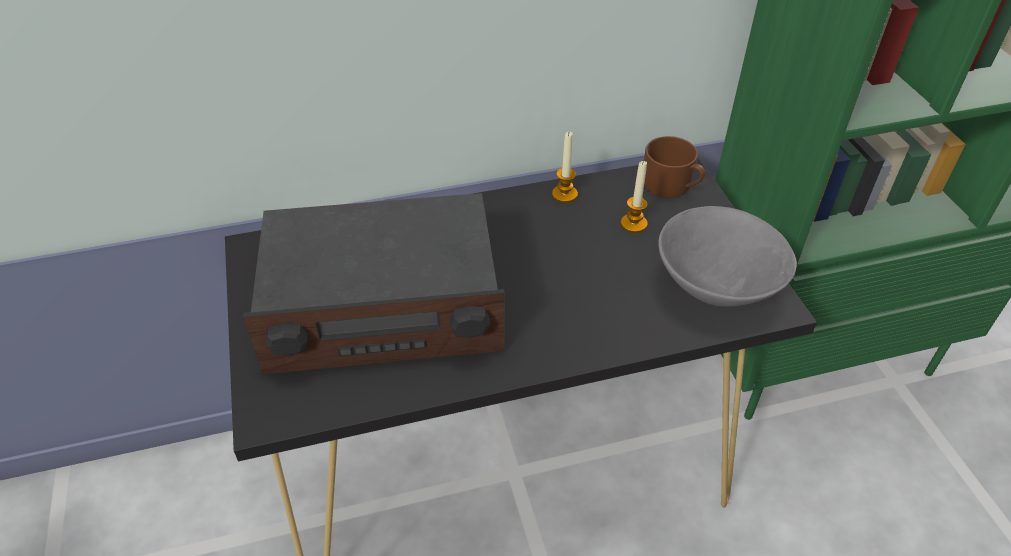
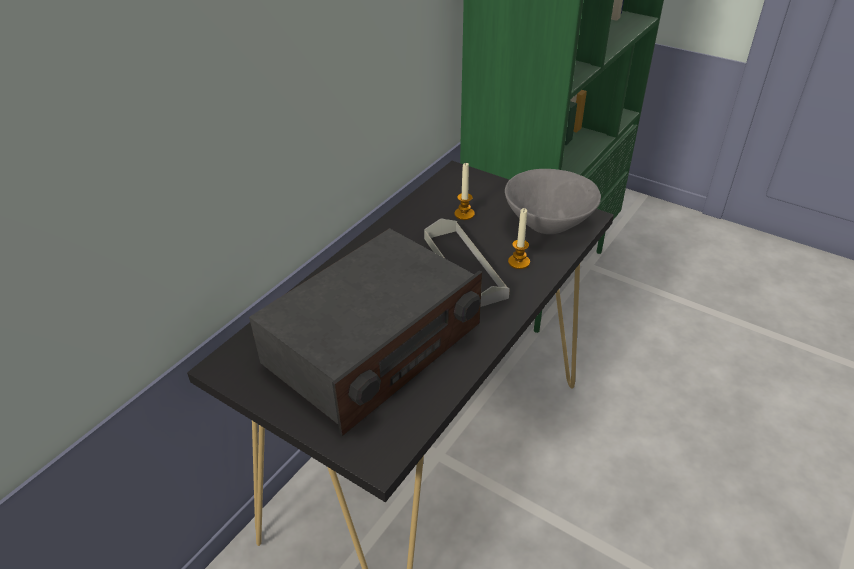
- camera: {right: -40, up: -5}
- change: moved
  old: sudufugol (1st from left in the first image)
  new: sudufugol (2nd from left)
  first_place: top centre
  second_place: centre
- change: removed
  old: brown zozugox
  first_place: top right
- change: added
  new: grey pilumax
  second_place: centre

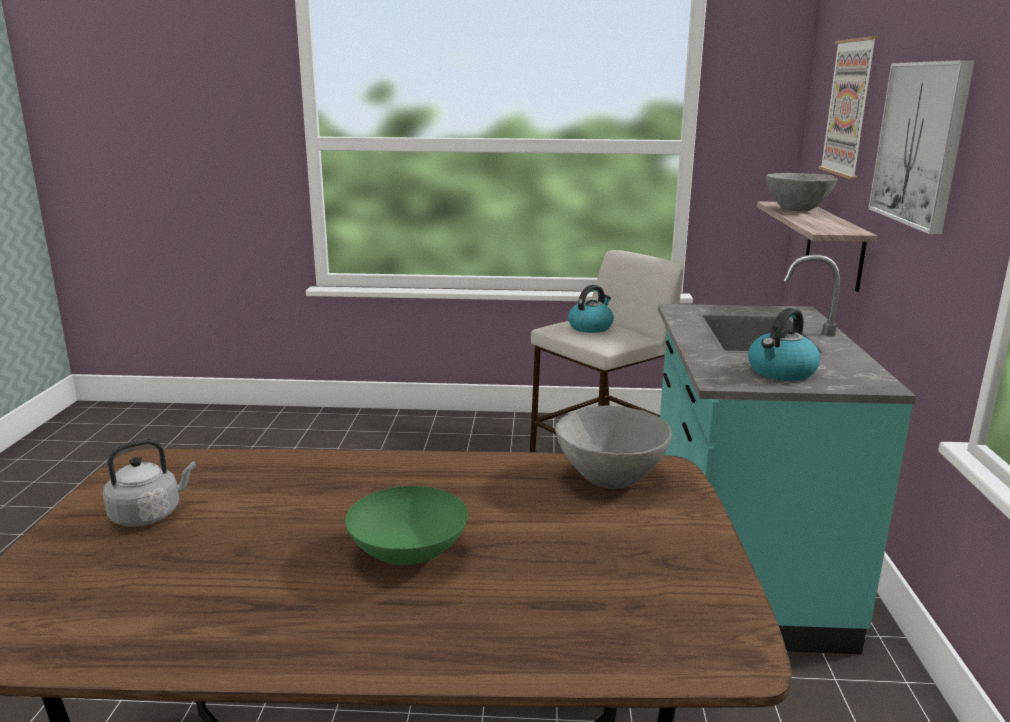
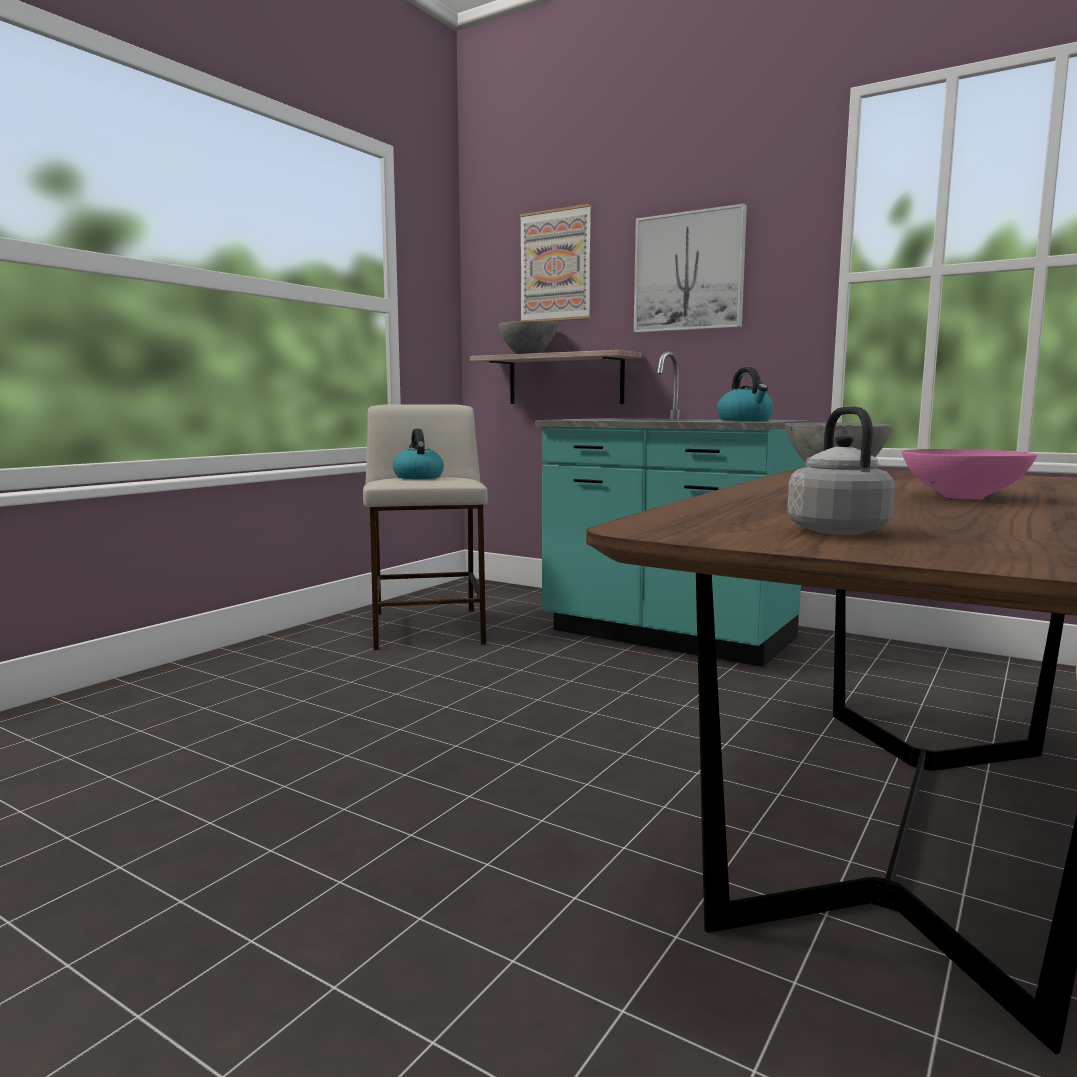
- camera: {right: -60, up: -10}
- change: recoloured
  old: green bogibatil
  new: pink bogibatil
  first_place: bottom centre
  second_place: middle right

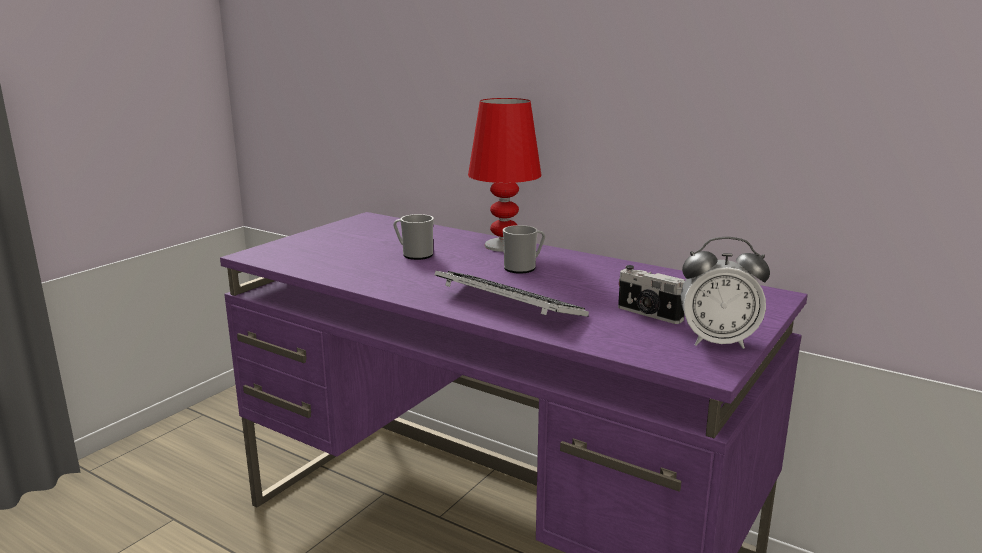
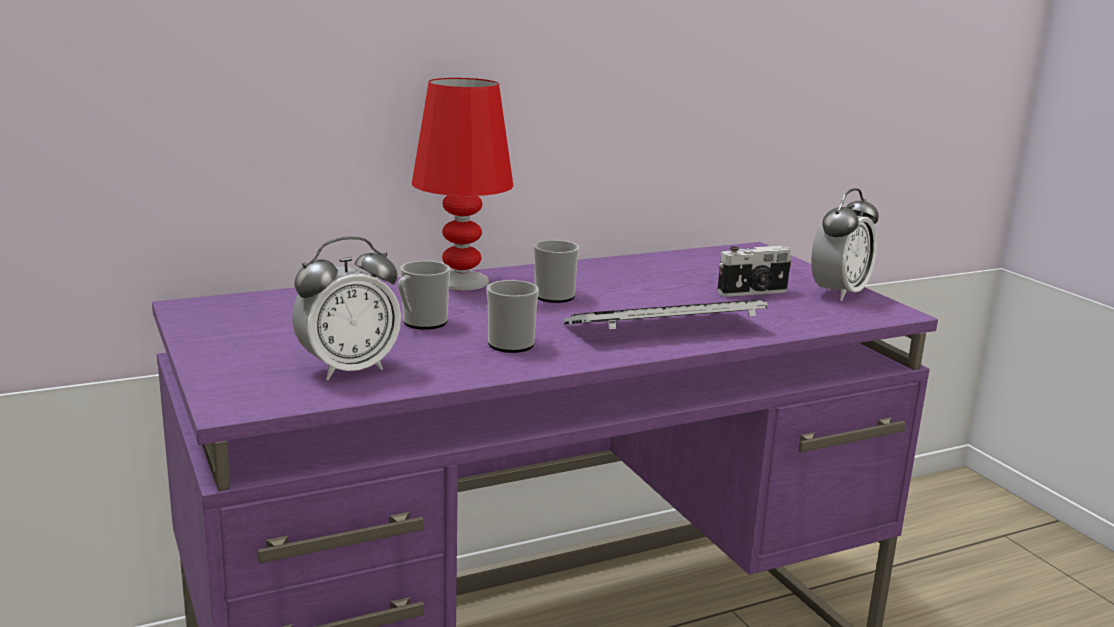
- camera: {right: -60, up: 0}
- change: added
  new: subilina (1st from left)
  second_place: middle left
- change: added
  new: zozugox (2nd from left)
  second_place: centre

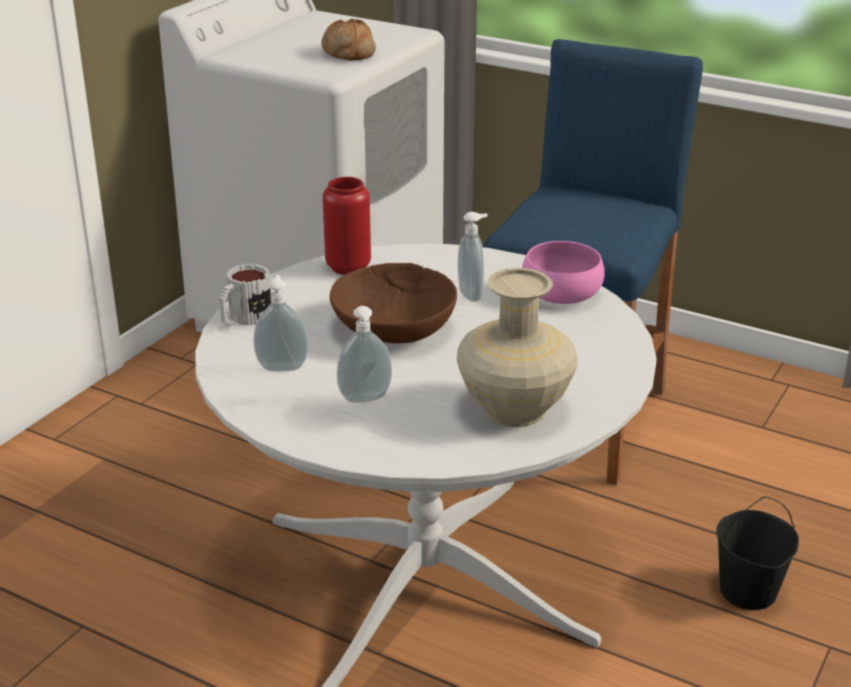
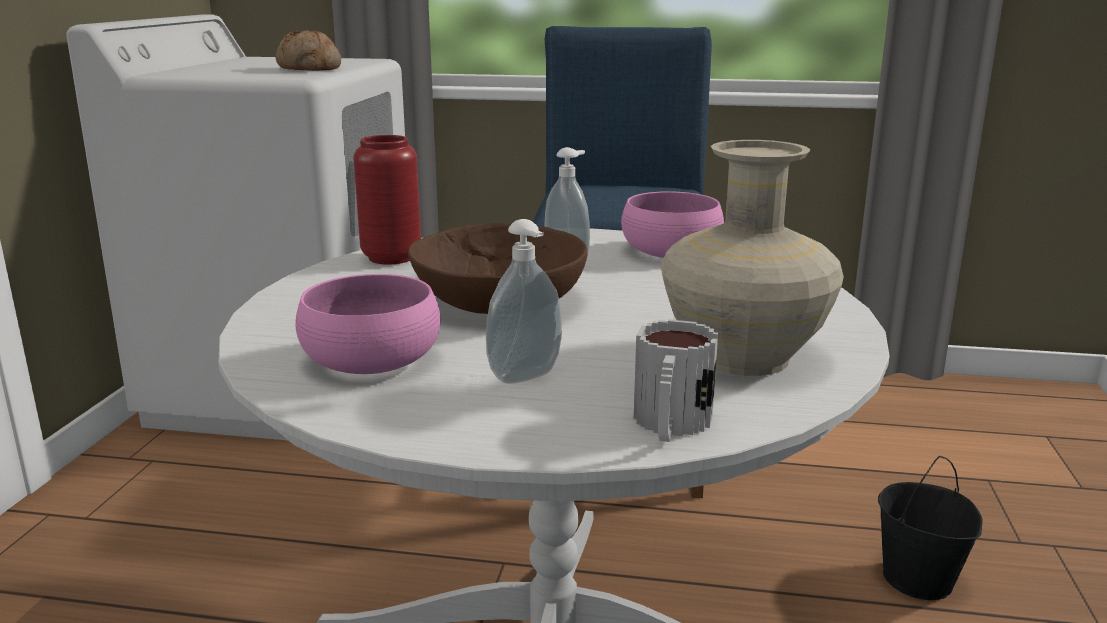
- camera: {right: -20, up: -10}
- change: moved
  old: zozugox
  first_place: middle left
  second_place: centre
- change: replaced
  old: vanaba (1st from left)
  new: pink bogibatil (1st from left)
  first_place: middle left
  second_place: middle left

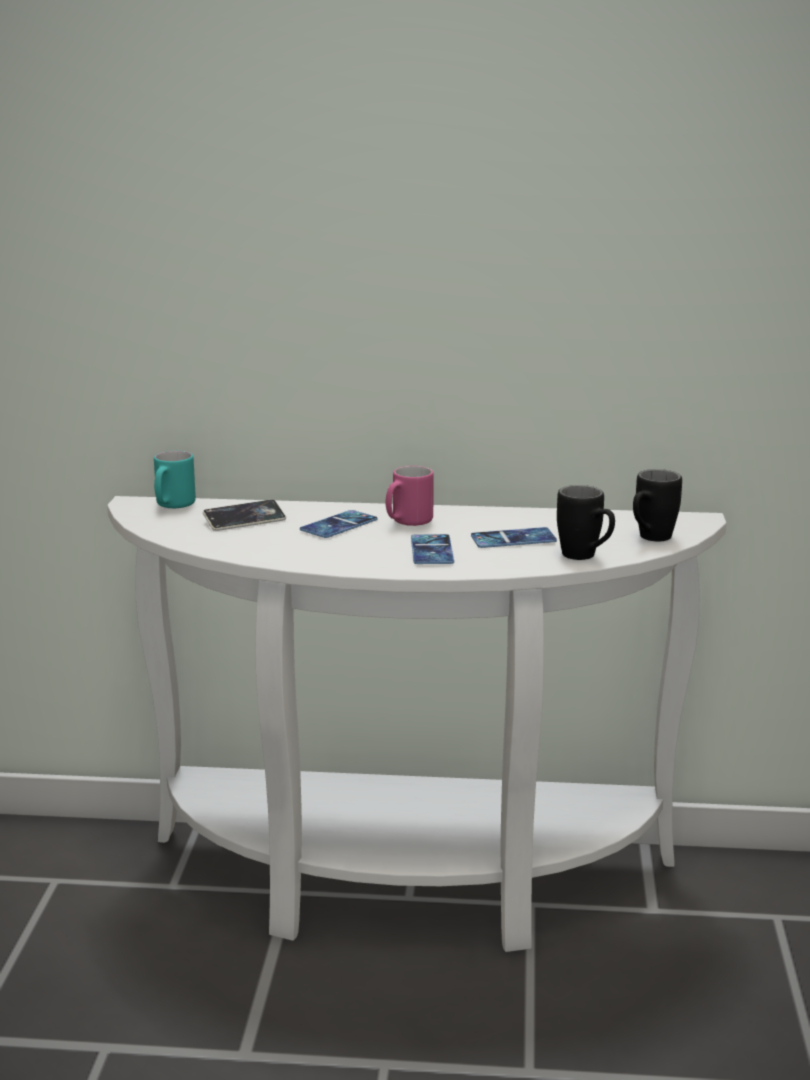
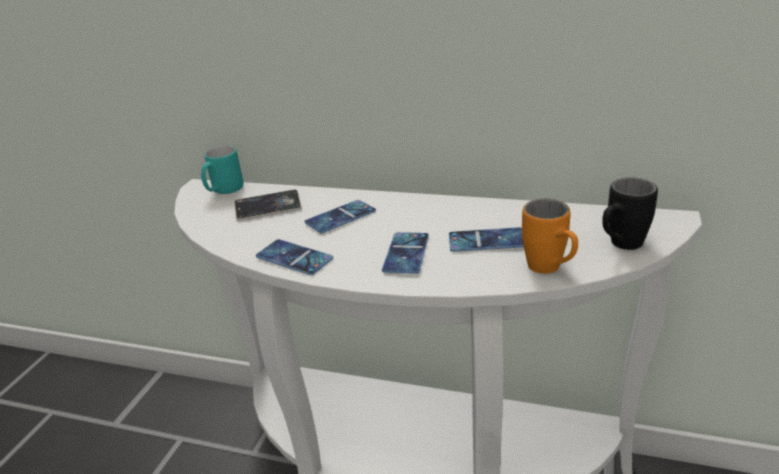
- camera: {right: 15, up: 10}
- change: removed
  old: pink zozugox
  first_place: centre
- change: recoloured
  old: black zozugox (1st from left)
  new: orange zozugox
  first_place: middle right
  second_place: middle right
- change: added
  new: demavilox (2nd from left)
  second_place: centre

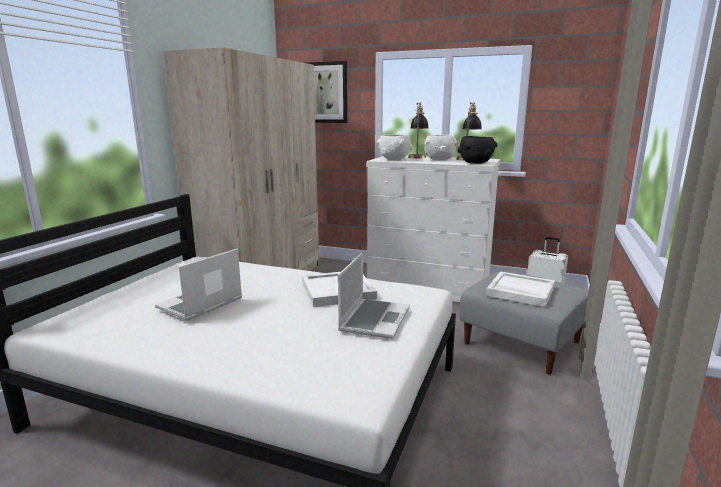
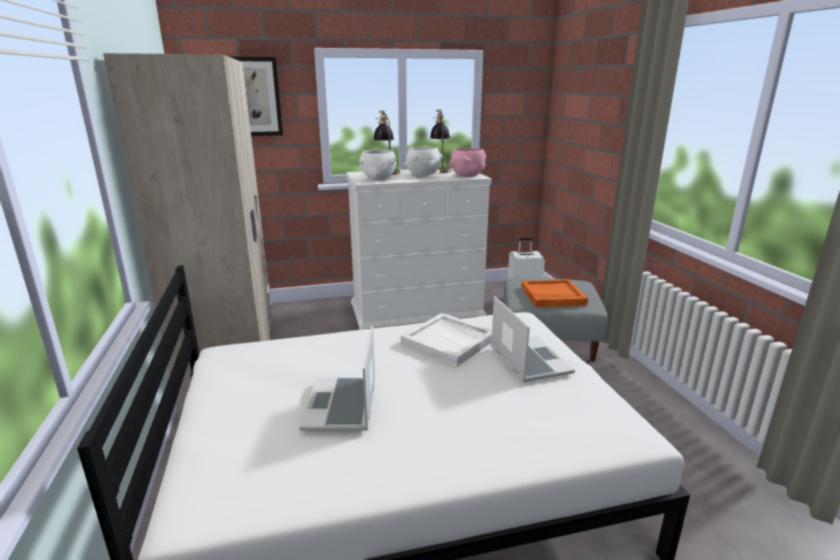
- camera: {right: -35, up: 5}
- change: recoloured
  old: black bogibatil
  new: pink bogibatil
  first_place: top centre
  second_place: top centre
- change: recoloured
  old: white pilumax (2nd from left)
  new: orange pilumax
  first_place: middle right
  second_place: centre

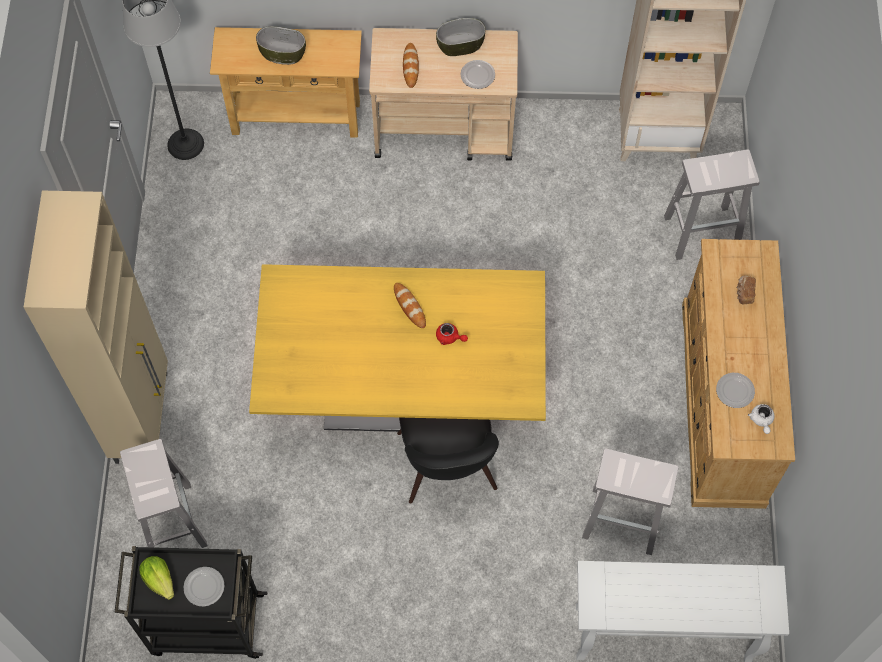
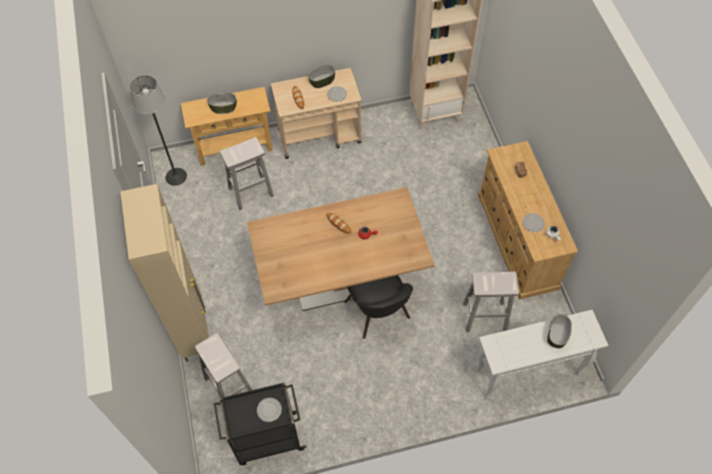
- camera: {right: -15, up: -5}
- change: removed
  old: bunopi
  first_place: bottom left
- change: recoloured
  old: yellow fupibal
  new: brown fupibal
  first_place: centre
  second_place: centre
- change: moved
  old: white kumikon (3rd from left in the first image)
  new: white kumikon (2nd from left)
  first_place: top right
  second_place: centre
- change: added
  new: bogibatil (3rd from left)
  second_place: bottom right

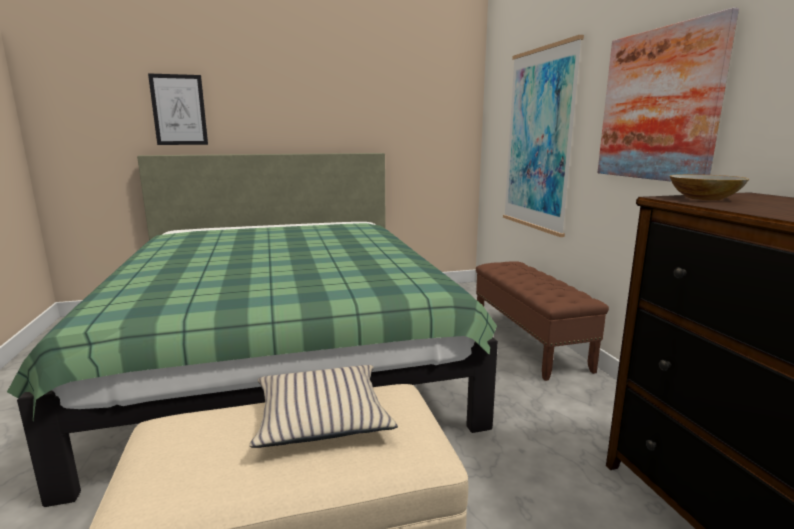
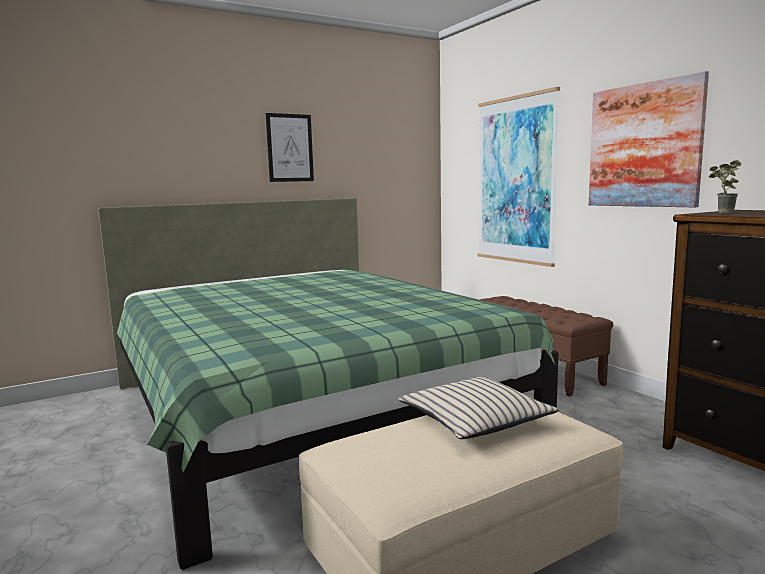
- camera: {right: -15, up: -5}
- change: moved
  old: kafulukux (1st from left)
  first_place: top left
  second_place: top centre
- change: replaced
  old: bogibatil
  new: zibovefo
  first_place: middle right
  second_place: top right

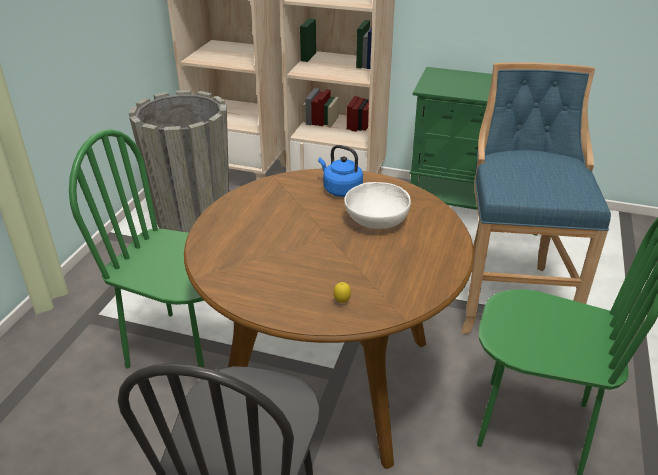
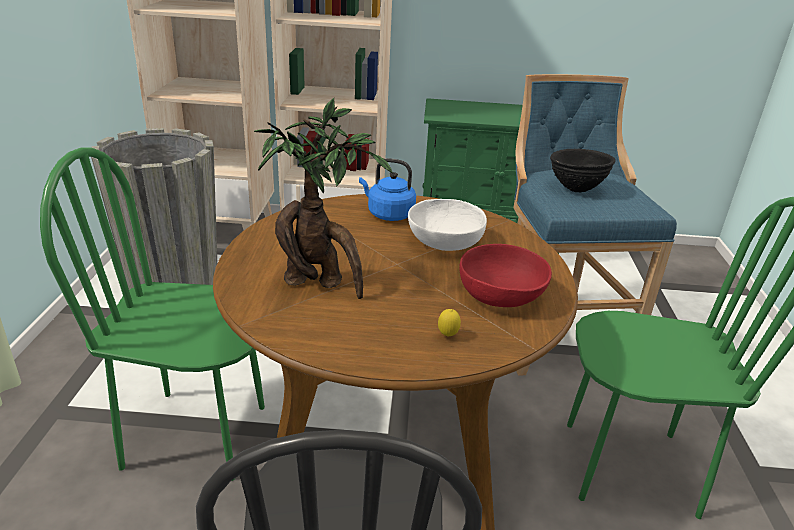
- camera: {right: -15, up: -5}
- change: added
  new: zibovefo
  second_place: centre
- change: added
  new: red bogibatil
  second_place: centre
- change: added
  new: black bogibatil
  second_place: top right

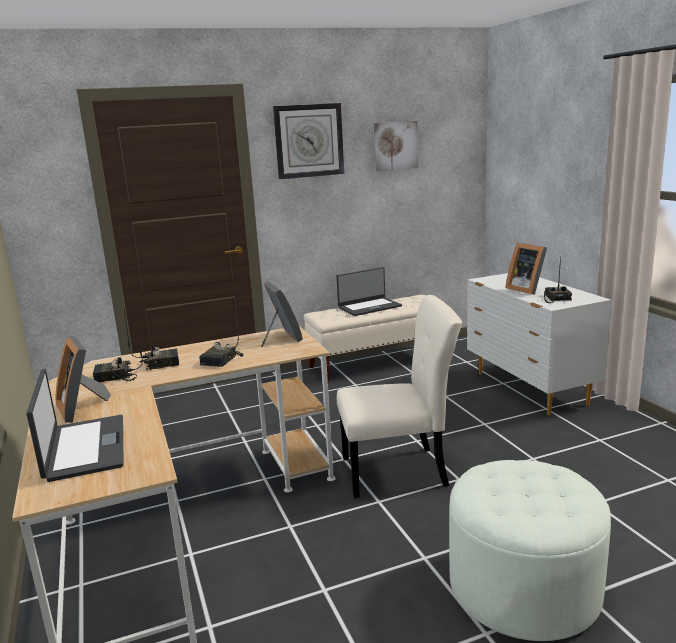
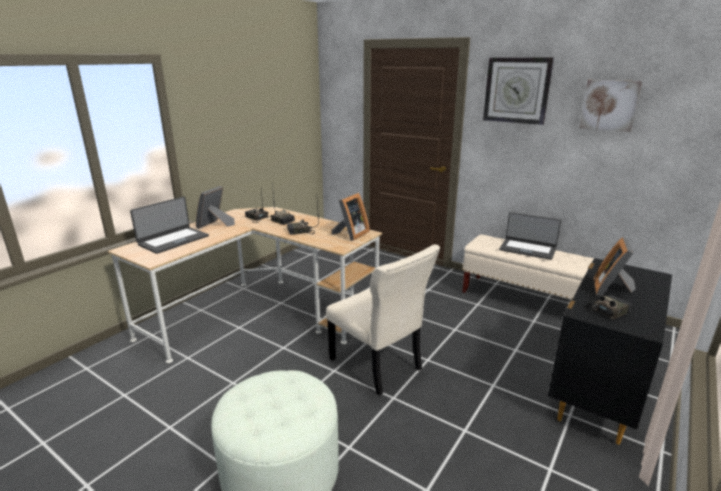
- camera: {right: 55, up: 5}
- change: recoloured
  old: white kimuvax
  new: black kimuvax
  first_place: middle right
  second_place: bottom right

